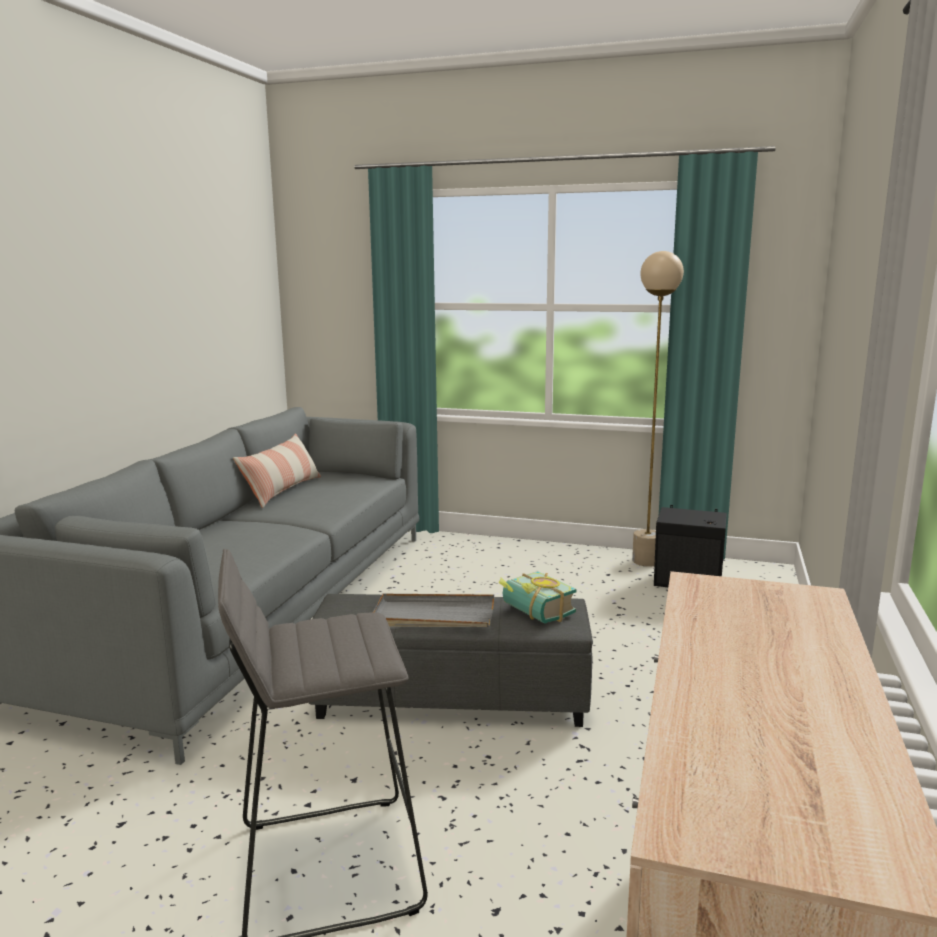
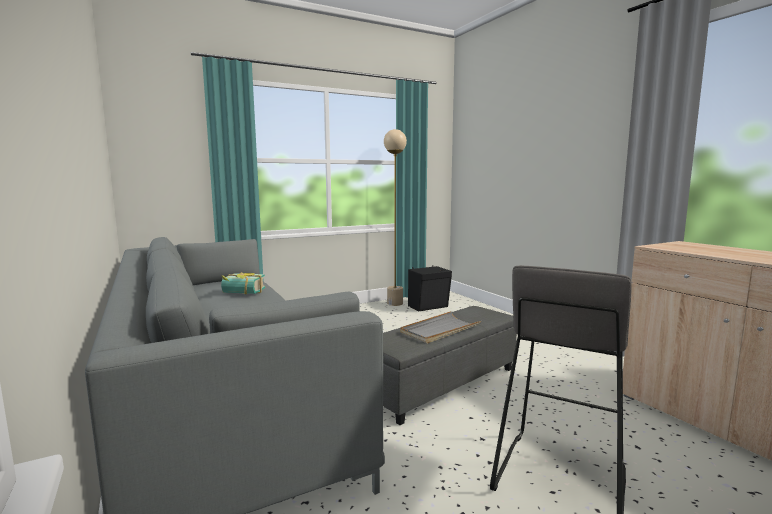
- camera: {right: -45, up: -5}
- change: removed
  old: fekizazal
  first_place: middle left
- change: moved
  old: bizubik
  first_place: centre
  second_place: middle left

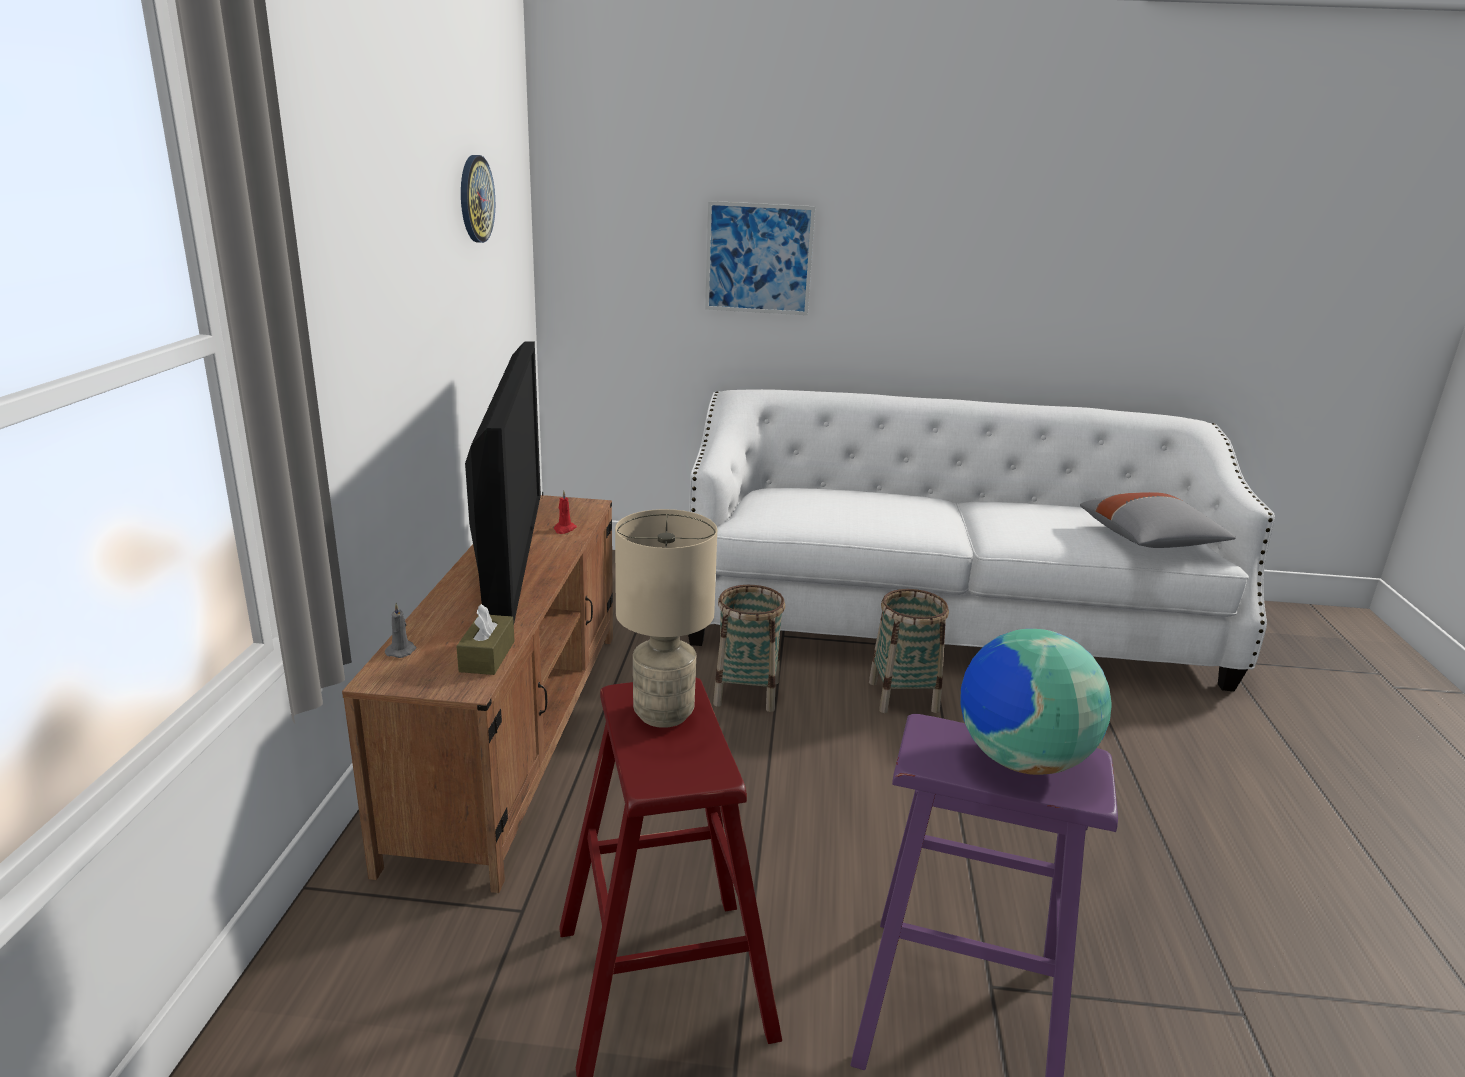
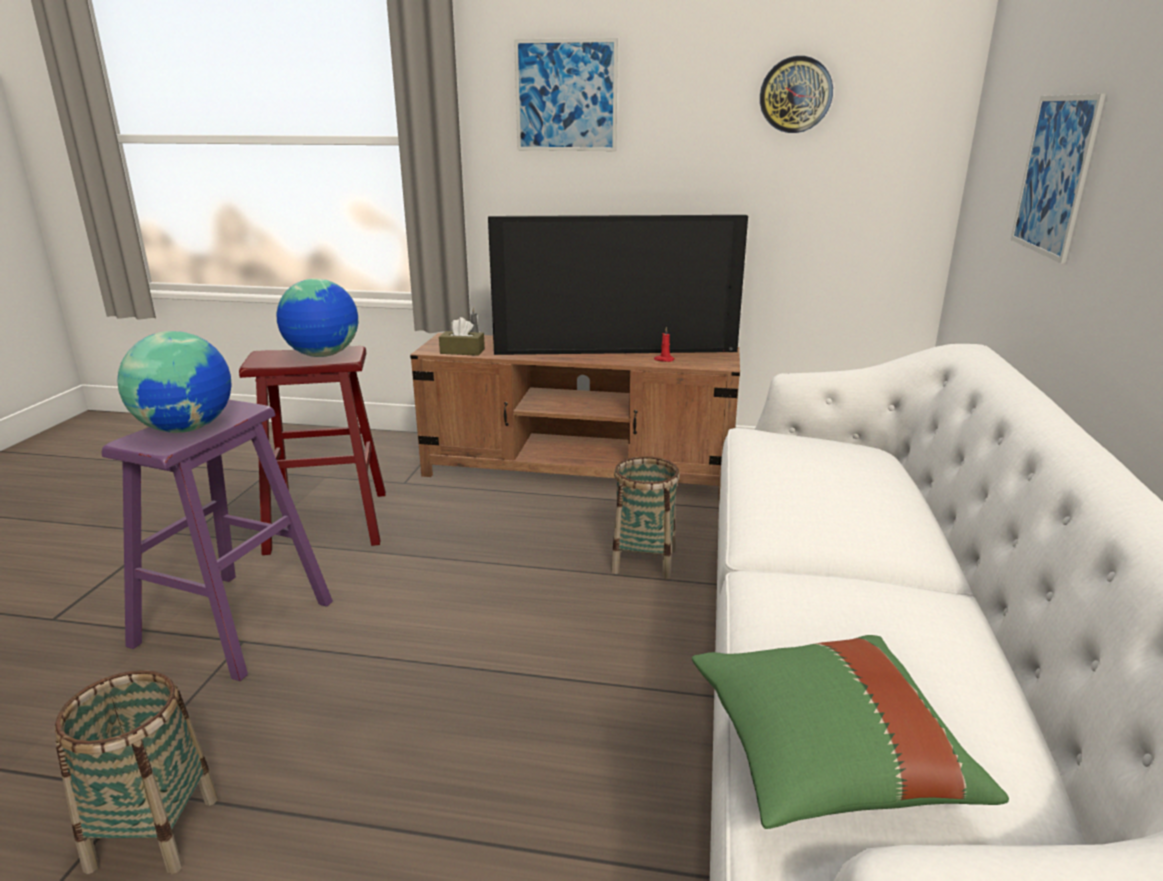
- camera: {right: 95, up: 0}
- change: replaced
  old: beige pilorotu
  new: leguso (2nd from left)
  first_place: centre
  second_place: middle left
- change: moved
  old: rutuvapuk (2nd from left in the first image)
  new: rutuvapuk (1st from left)
  first_place: centre
  second_place: bottom left
- change: recoloured
  old: grey fekizazal
  new: green fekizazal
  first_place: middle right
  second_place: bottom right
- change: added
  new: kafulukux (1st from left)
  second_place: top centre

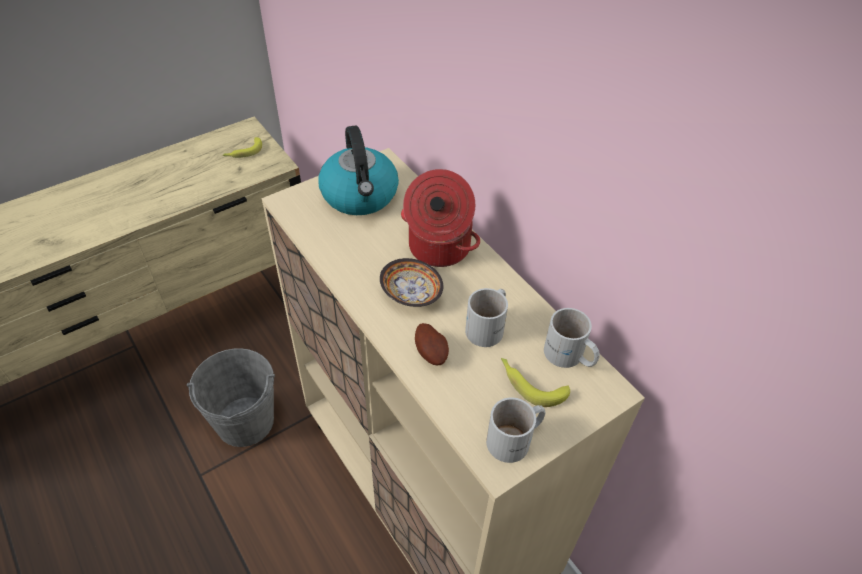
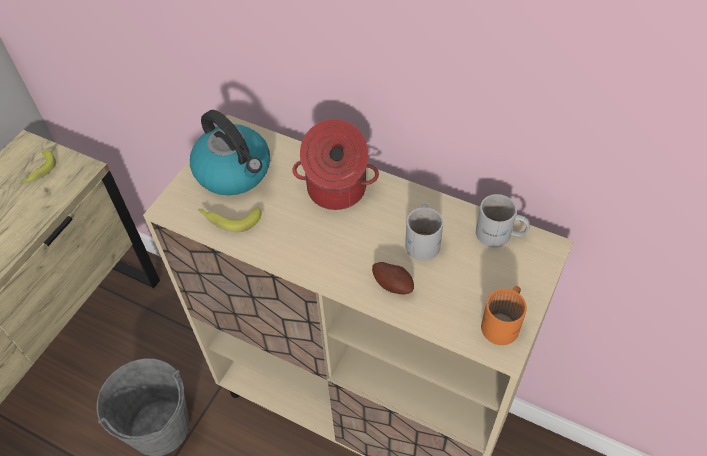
- camera: {right: -25, up: 5}
- change: removed
  old: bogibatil
  first_place: centre
- change: recoloured
  old: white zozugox (2nd from left)
  new: orange zozugox
  first_place: bottom centre
  second_place: bottom right
- change: moved
  old: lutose (2nd from left)
  first_place: centre
  second_place: middle left

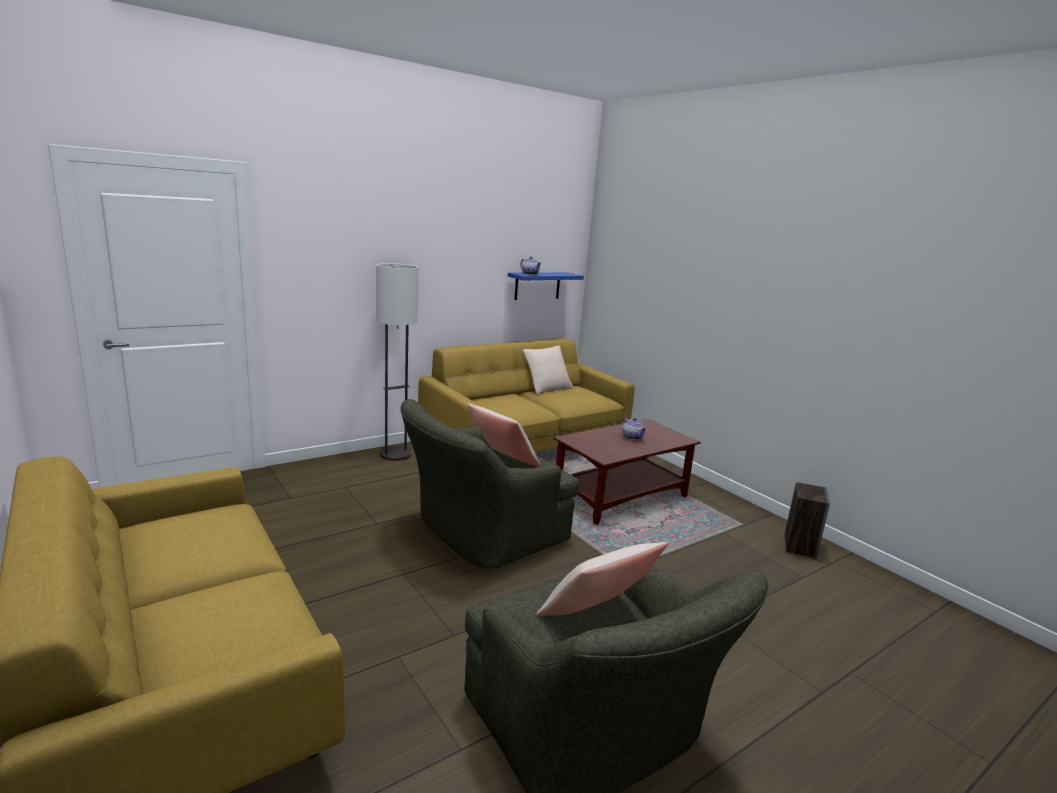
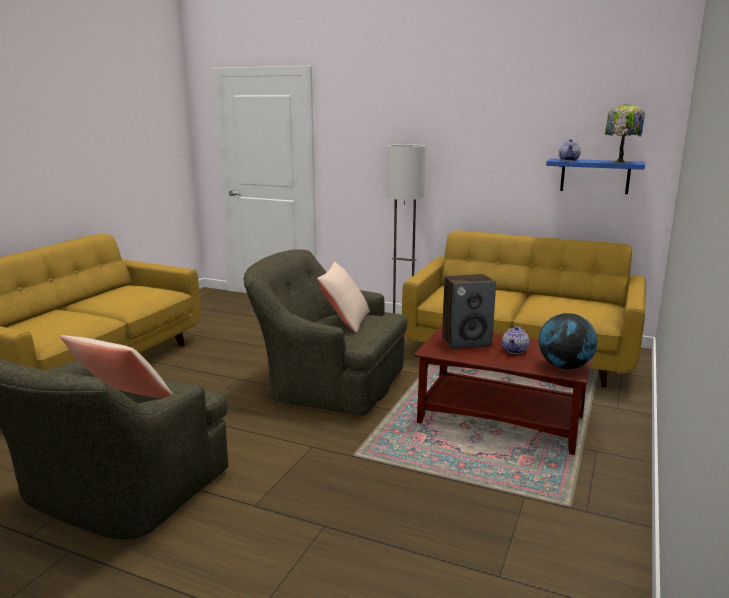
- camera: {right: 60, up: 0}
- change: removed
  old: beige fekizazal (2nd from left)
  first_place: centre
- change: moved
  old: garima
  first_place: middle right
  second_place: centre
- change: added
  new: leguso
  second_place: middle right
- change: added
  new: pilorotu
  second_place: top right

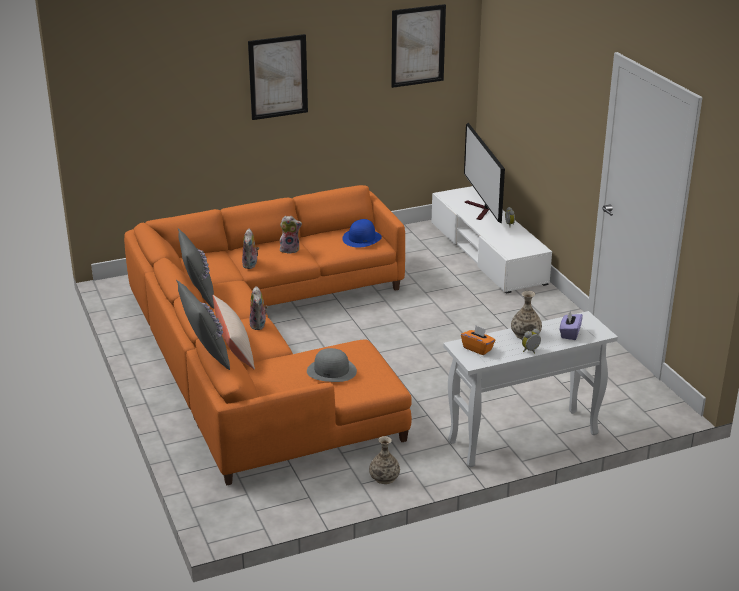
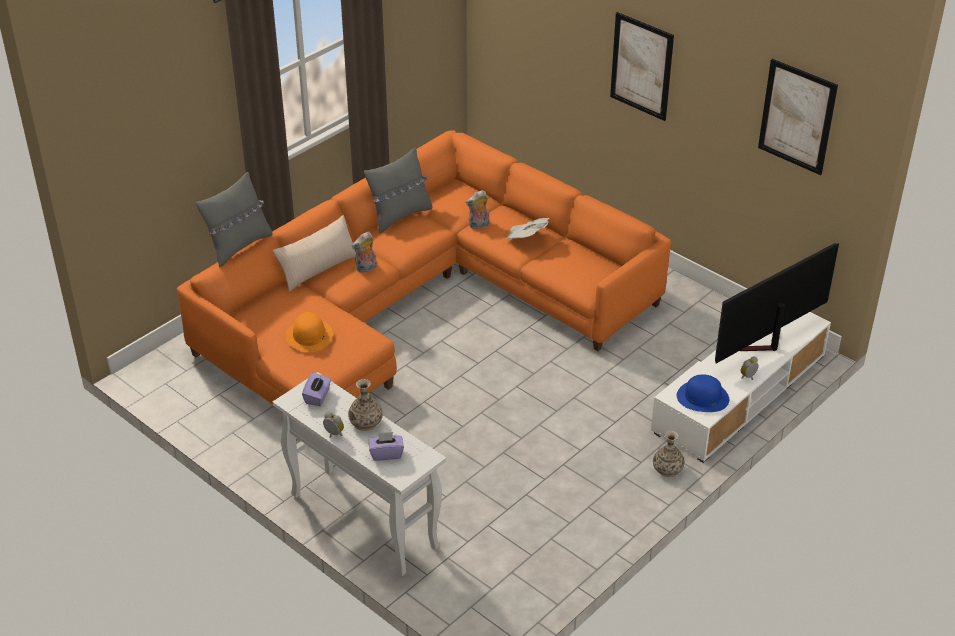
- camera: {right: 65, up: 10}
- change: replaced
  old: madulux (3rd from left)
  new: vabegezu
  first_place: centre
  second_place: centre
- change: recoloured
  old: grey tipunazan
  new: orange tipunazan
  first_place: centre
  second_place: middle left
- change: moved
  old: blue tipunazan
  first_place: centre
  second_place: middle right
- change: moved
  old: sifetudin (1st from left in the first image)
  new: sifetudin (2nd from left)
  first_place: bottom centre
  second_place: bottom right
- change: recoloured
  old: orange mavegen
  new: purple mavegen (1st from left)
  first_place: centre
  second_place: middle left

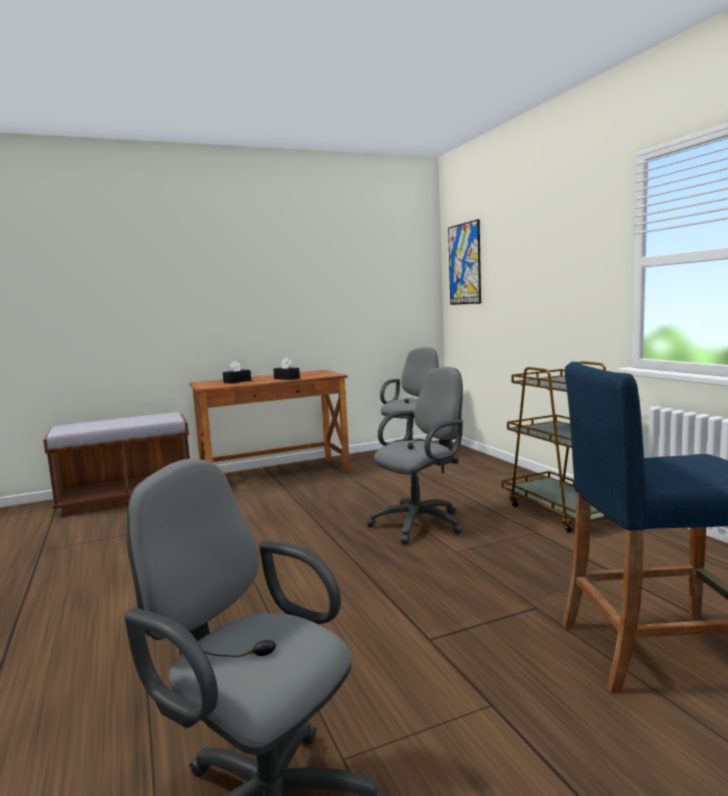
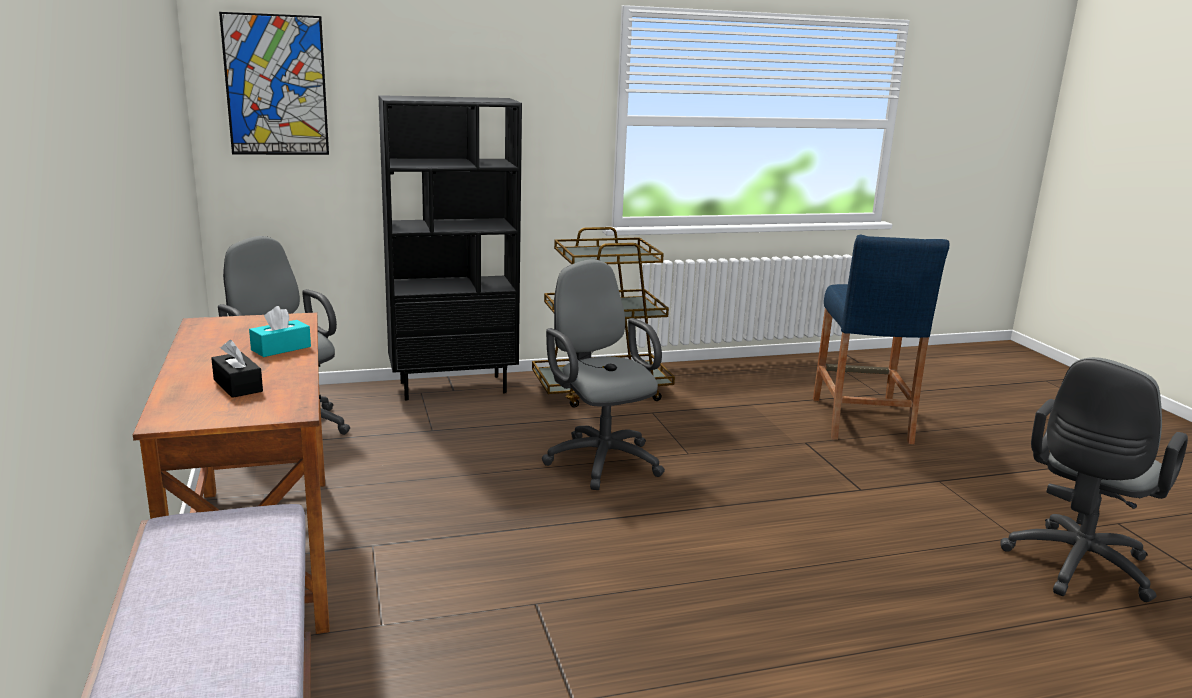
- camera: {right: -85, up: 10}
- change: recoloured
  old: black mavegen (2nd from left)
  new: turquoise mavegen
  first_place: centre
  second_place: middle left
- change: added
  new: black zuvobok
  second_place: centre

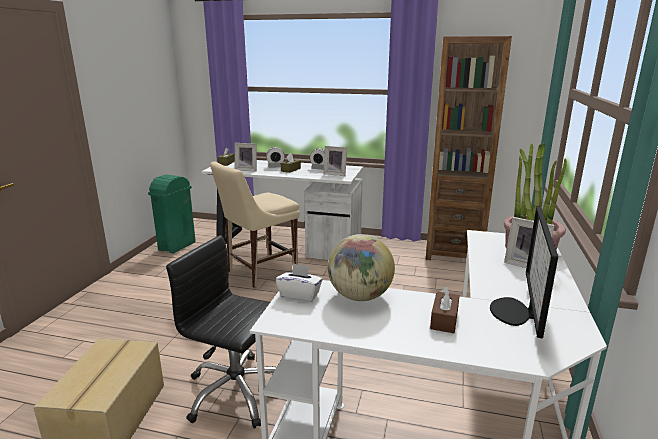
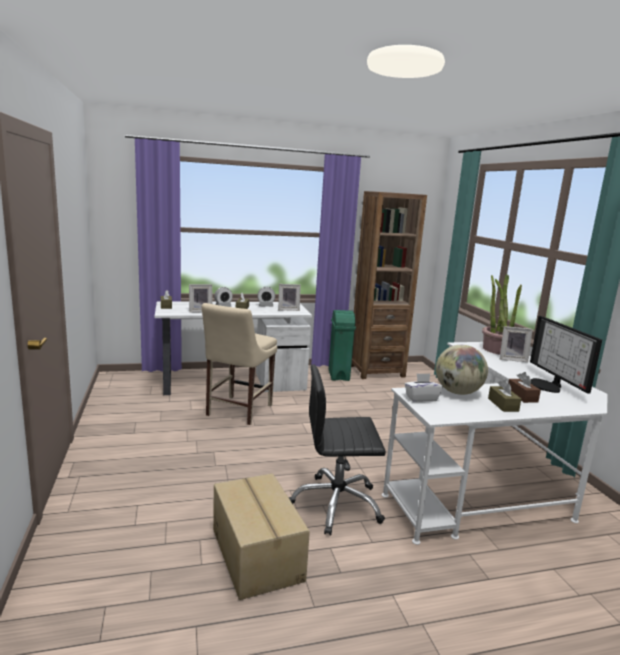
- camera: {right: -30, up: -5}
- change: moved
  old: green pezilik
  first_place: middle left
  second_place: centre
- change: added
  new: brown mavegen (3rd from left)
  second_place: middle right

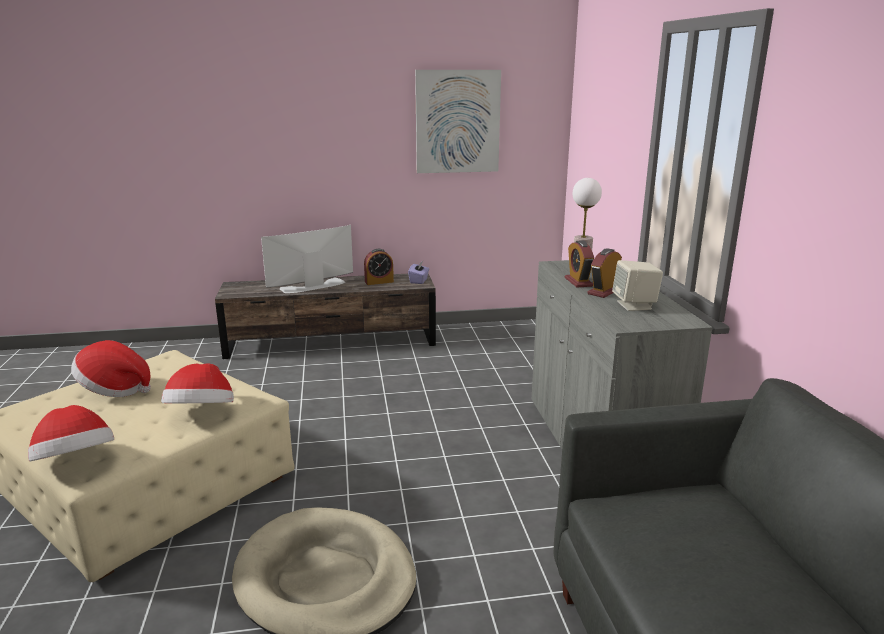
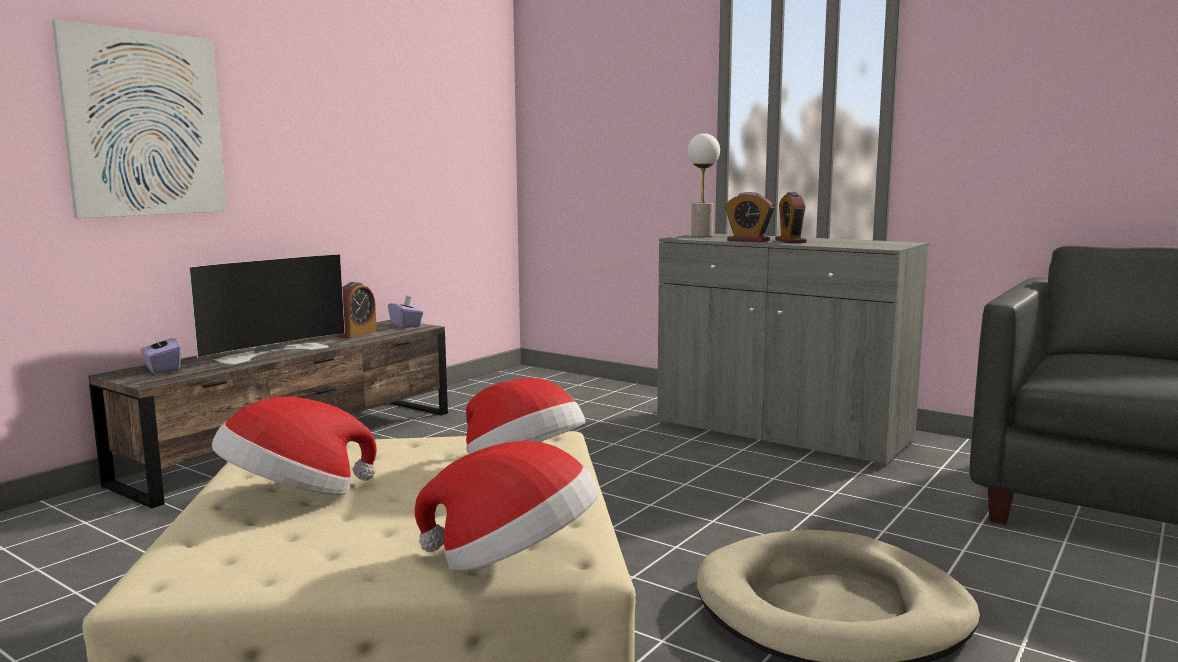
- camera: {right: -45, up: -10}
- change: turned
  old: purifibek
  first_place: centre
  second_place: middle left
  degrees: -150
- change: moved
  old: kafulukux
  first_place: top centre
  second_place: top left
- change: removed
  old: beige garima
  first_place: middle right
- change: added
  new: purple mavegen (1st from left)
  second_place: middle left

